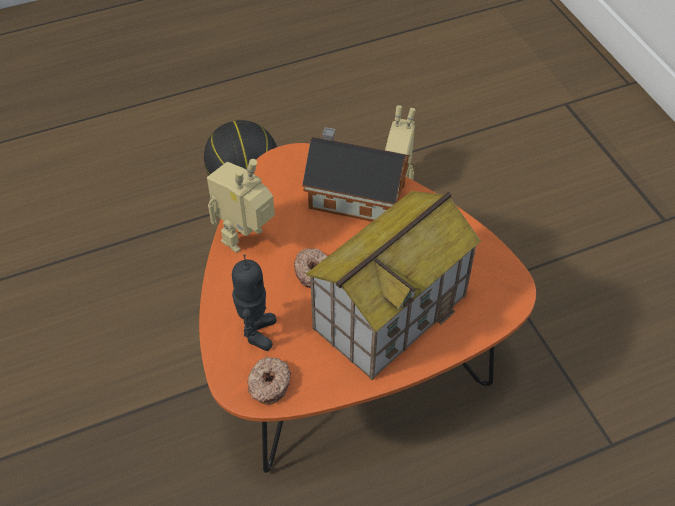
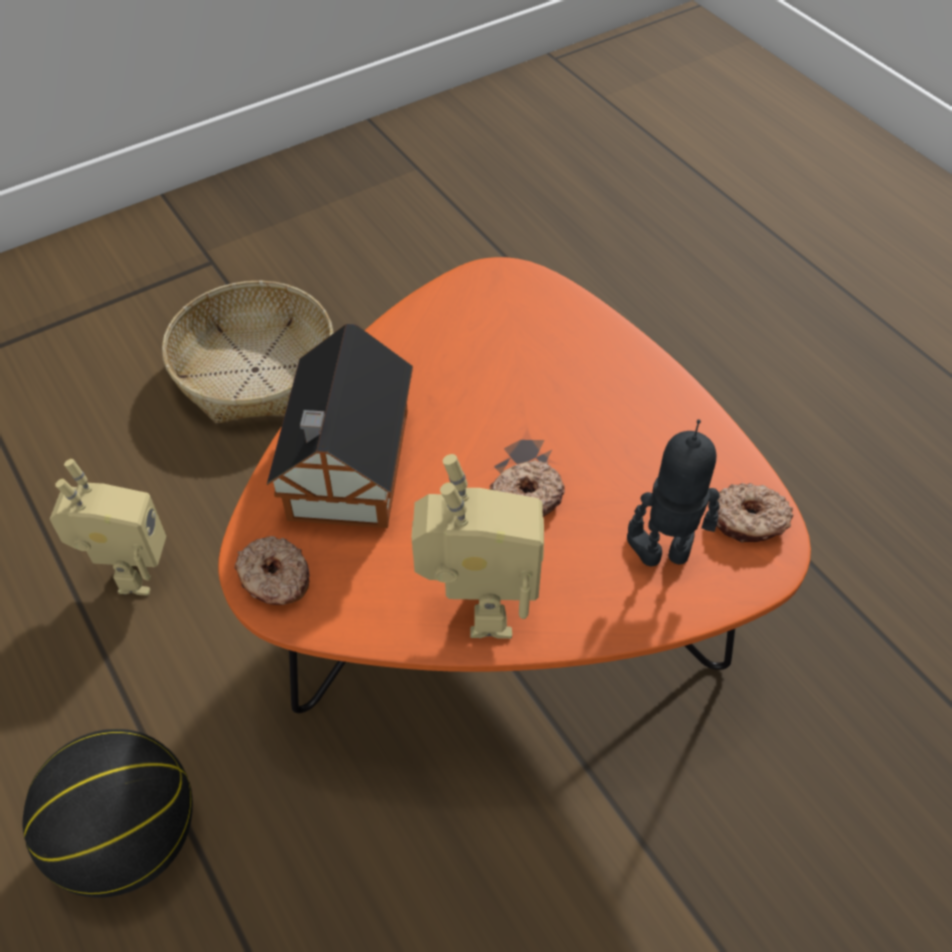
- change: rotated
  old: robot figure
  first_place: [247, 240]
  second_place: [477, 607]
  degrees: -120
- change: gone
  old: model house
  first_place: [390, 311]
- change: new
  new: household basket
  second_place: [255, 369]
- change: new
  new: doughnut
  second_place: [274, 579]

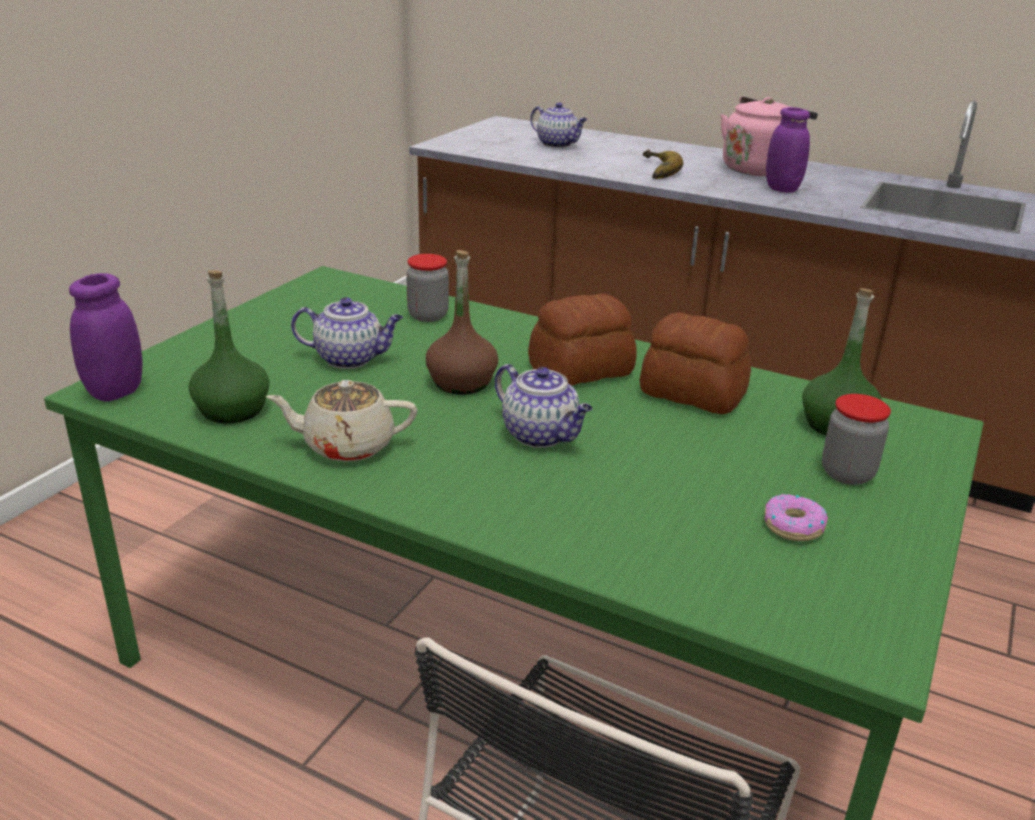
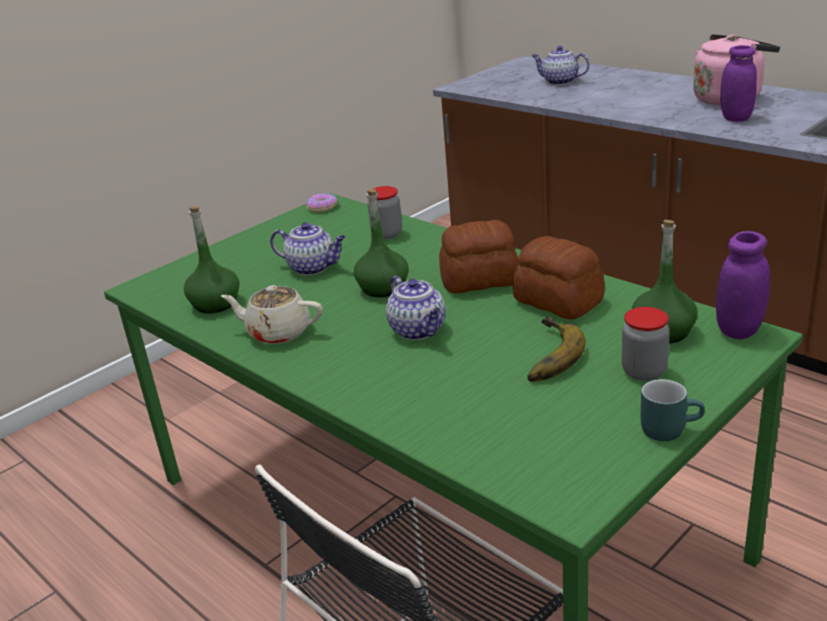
- change: shifted
  old: purple storage jar
  first_place: [116, 391]
  second_place: [739, 330]
- change: repainted
  old: brown beverage bottle
  new: green-coloured beverage bottle
  first_place: [462, 382]
  second_place: [383, 288]
- change: rotated
  old: teapot
  first_place: [558, 144]
  second_place: [559, 82]
  degrees: 150
- change: shifted
  old: banana fruit
  first_place: [654, 170]
  second_place: [544, 356]
- change: shifted
  old: doughnut
  first_place: [793, 526]
  second_place: [322, 207]
- change: new
  new: turquoise-coloured coffee mug
  second_place: [668, 428]

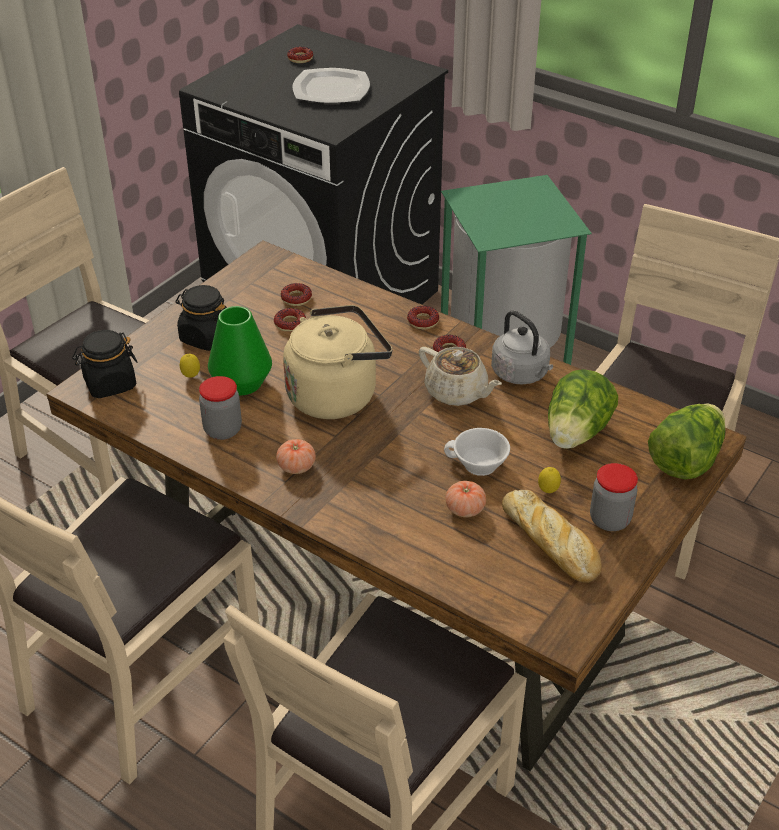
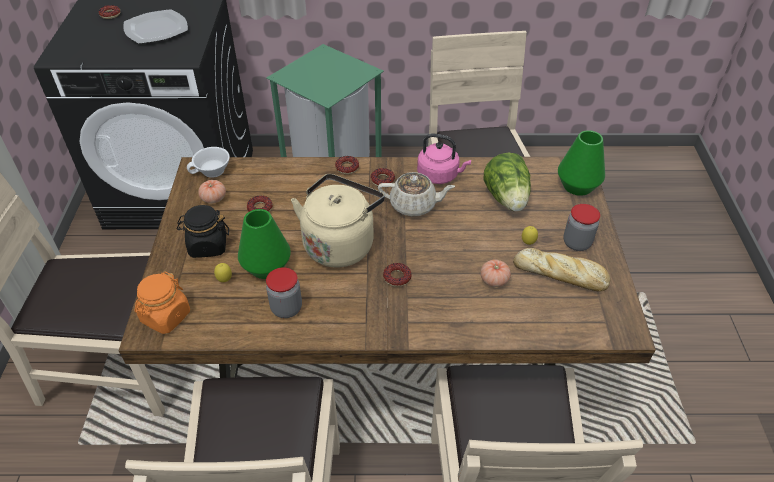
- change: repainted
  old: black storage jar
  new: orange storage jar
  first_place: [110, 384]
  second_place: [165, 316]
- change: shifted
  old: whole tomato
  first_place: [296, 466]
  second_place: [213, 198]
- change: shifted
  old: doughnut
  first_place: [296, 298]
  second_place: [397, 277]
- change: shifted
  old: white small cup
  first_place: [478, 465]
  second_place: [212, 171]
- change: repainted
  old: greyish kettle
  new: pinkish kettle
  first_place: [521, 374]
  second_place: [440, 175]
- change: swapped
  old: head of lettuce
  new: green-coloured decorative vase
  first_place: [685, 460]
  second_place: [577, 186]

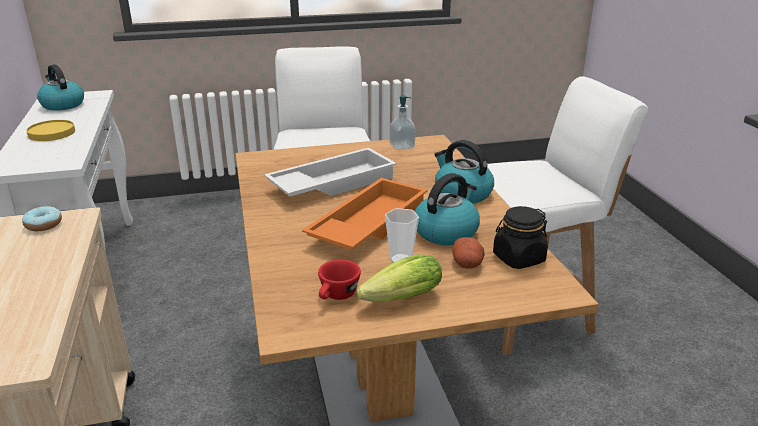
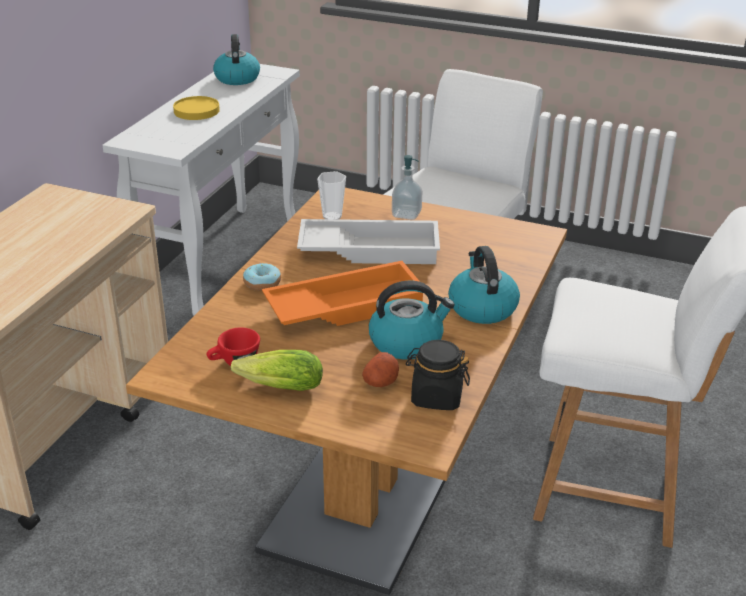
- change: shifted
  old: doughnut
  first_place: [44, 225]
  second_place: [262, 283]
- change: shifted
  old: small cup
  first_place: [401, 260]
  second_place: [332, 216]
- change: shifted
  old: soap dispenser
  first_place: [402, 146]
  second_place: [406, 214]

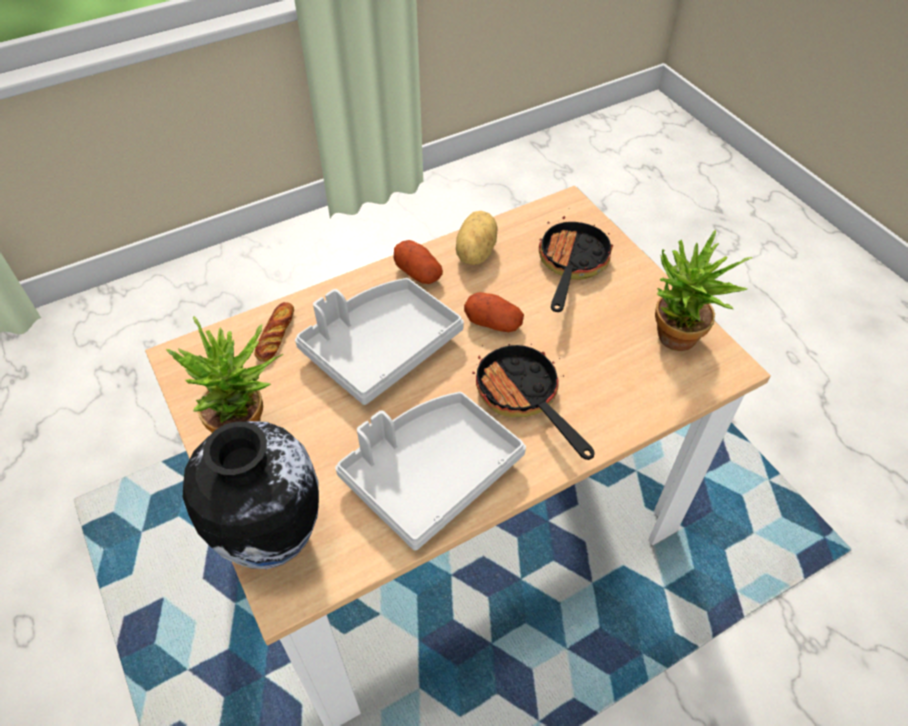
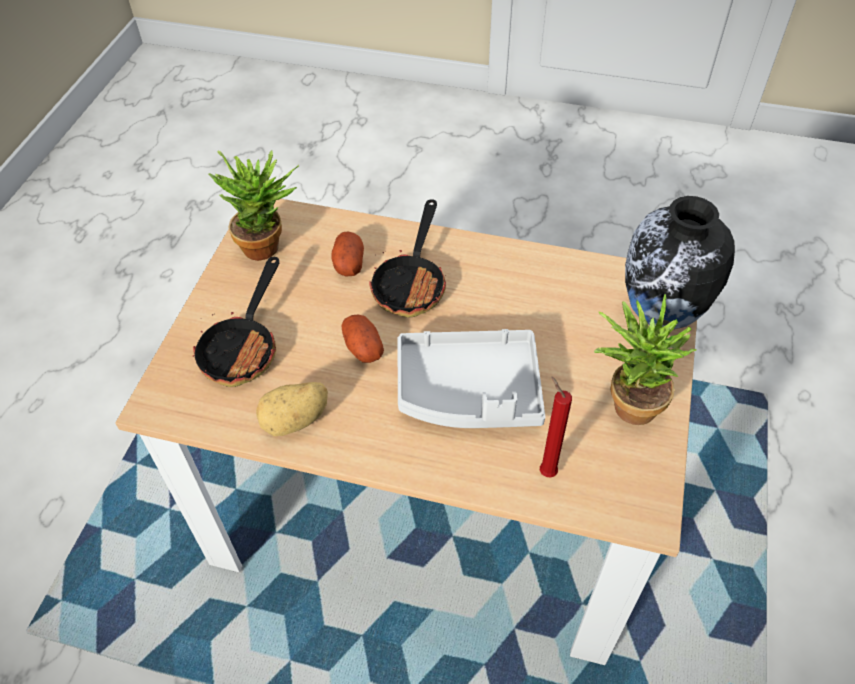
- change: swapped
  old: bread
  new: red wax candle
  first_place: [275, 335]
  second_place: [545, 471]
- change: gone
  old: greyish carrying tray
  first_place: [430, 473]
- change: shifted
  old: whole potato
  first_place: [418, 273]
  second_place: [348, 263]
- change: rotated
  old: pan
  first_place: [570, 266]
  second_place: [244, 347]
  degrees: -45

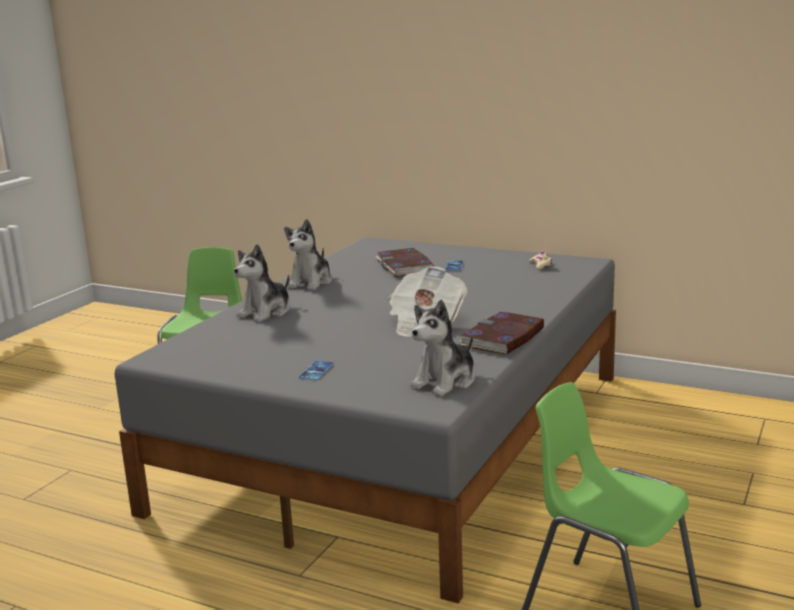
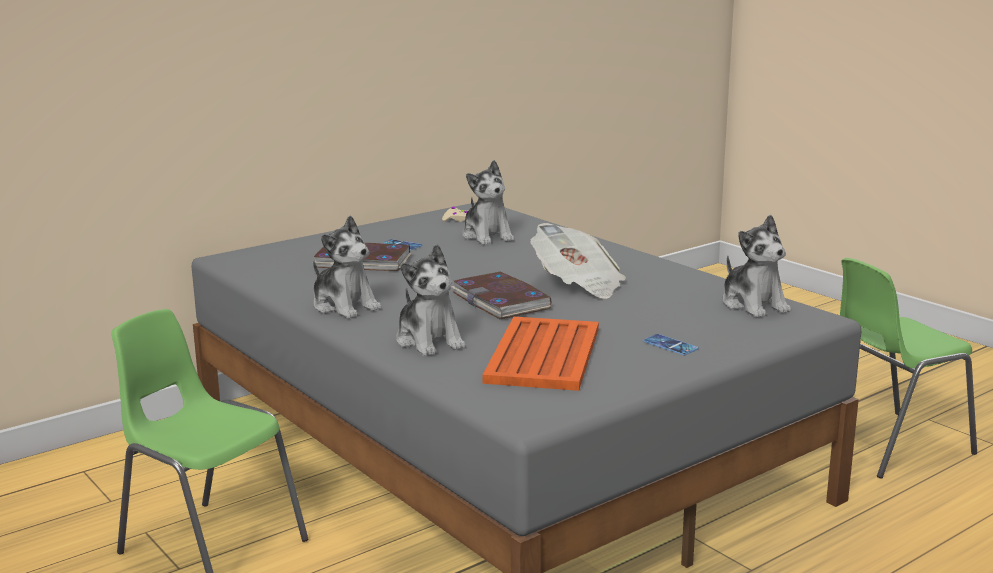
- change: shifted
  old: book
  first_place: [503, 338]
  second_place: [501, 301]
- change: new
  new: cuddly toy
  second_place: [487, 236]
- change: new
  new: orange carrying tray
  second_place: [543, 355]

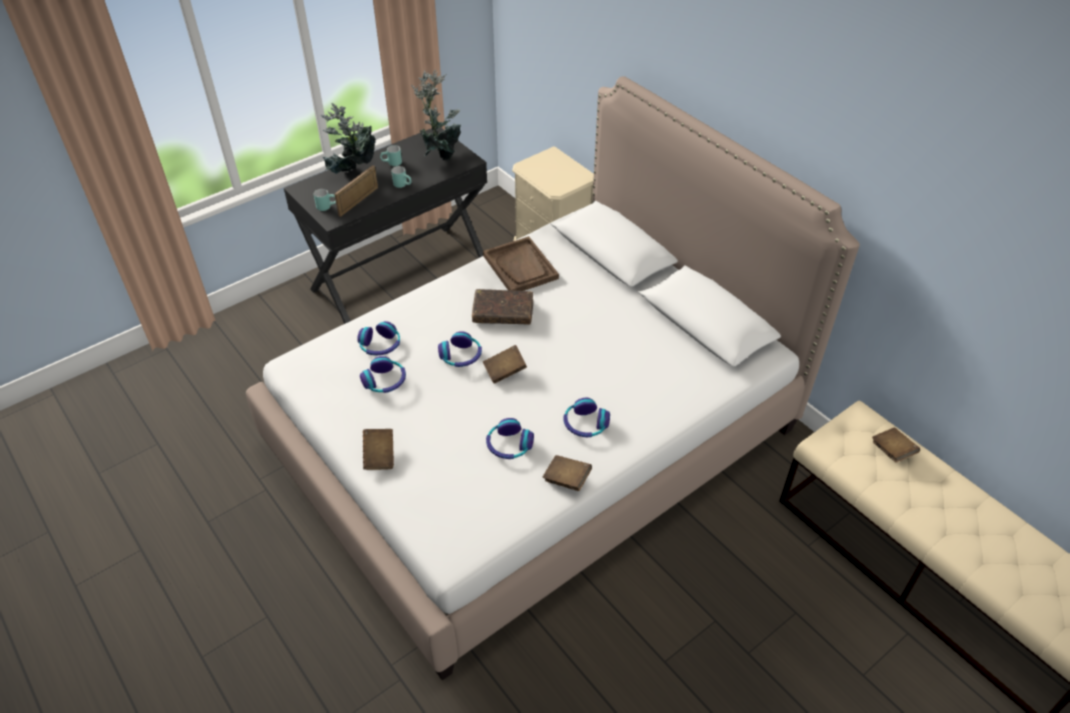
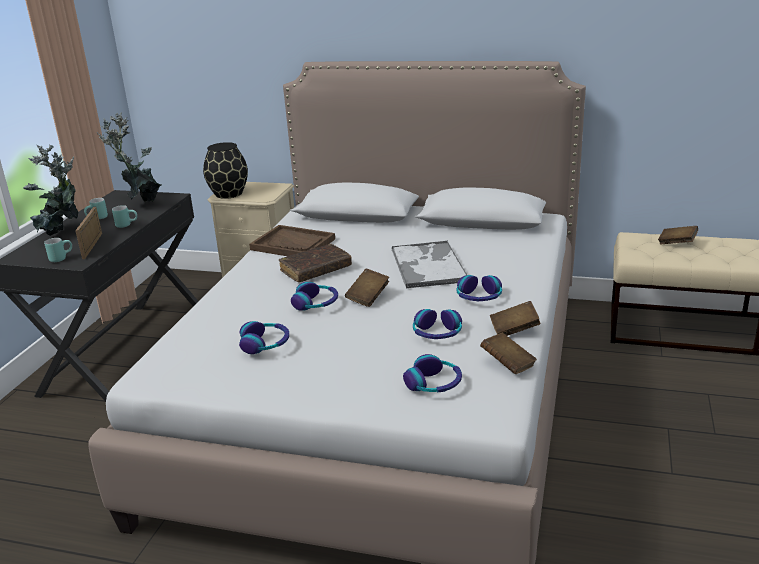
- change: shifted
  old: pair of headphones
  first_place: [380, 345]
  second_place: [434, 384]
- change: shifted
  old: brown book
  first_place: [379, 456]
  second_place: [508, 364]
- change: new
  new: black decorative vase
  second_place: [228, 194]
- change: new
  new: carrying tray
  second_place: [428, 265]

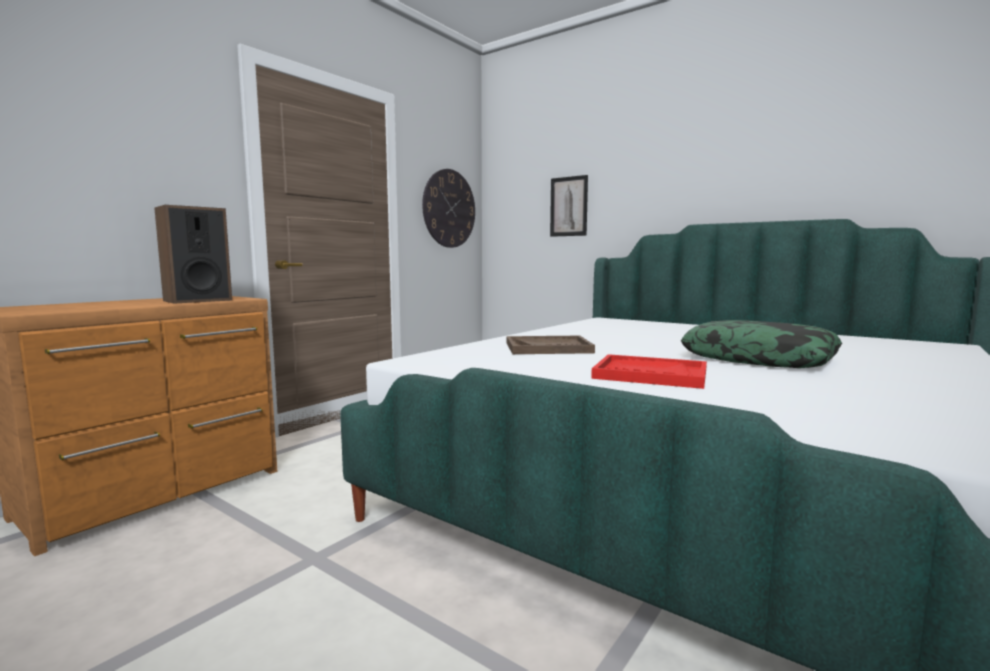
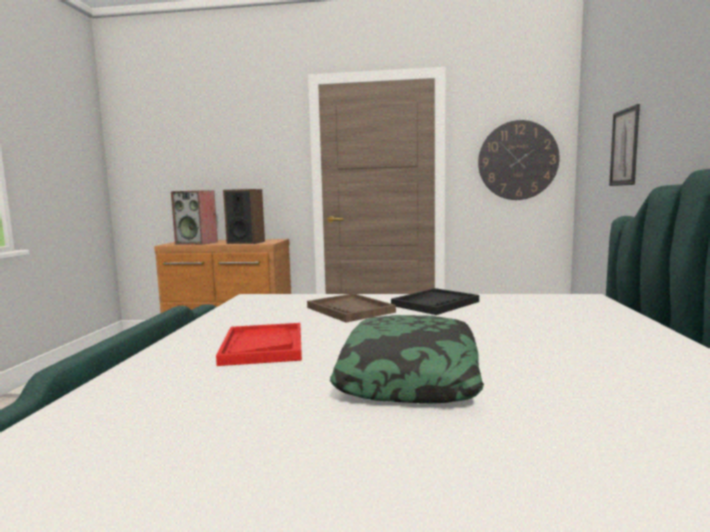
- change: new
  new: audio speaker
  second_place: [197, 243]
- change: new
  new: black carrying tray
  second_place: [435, 304]

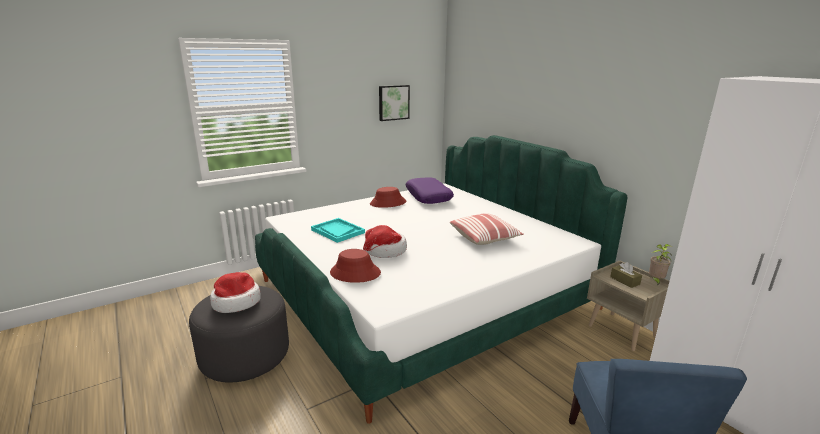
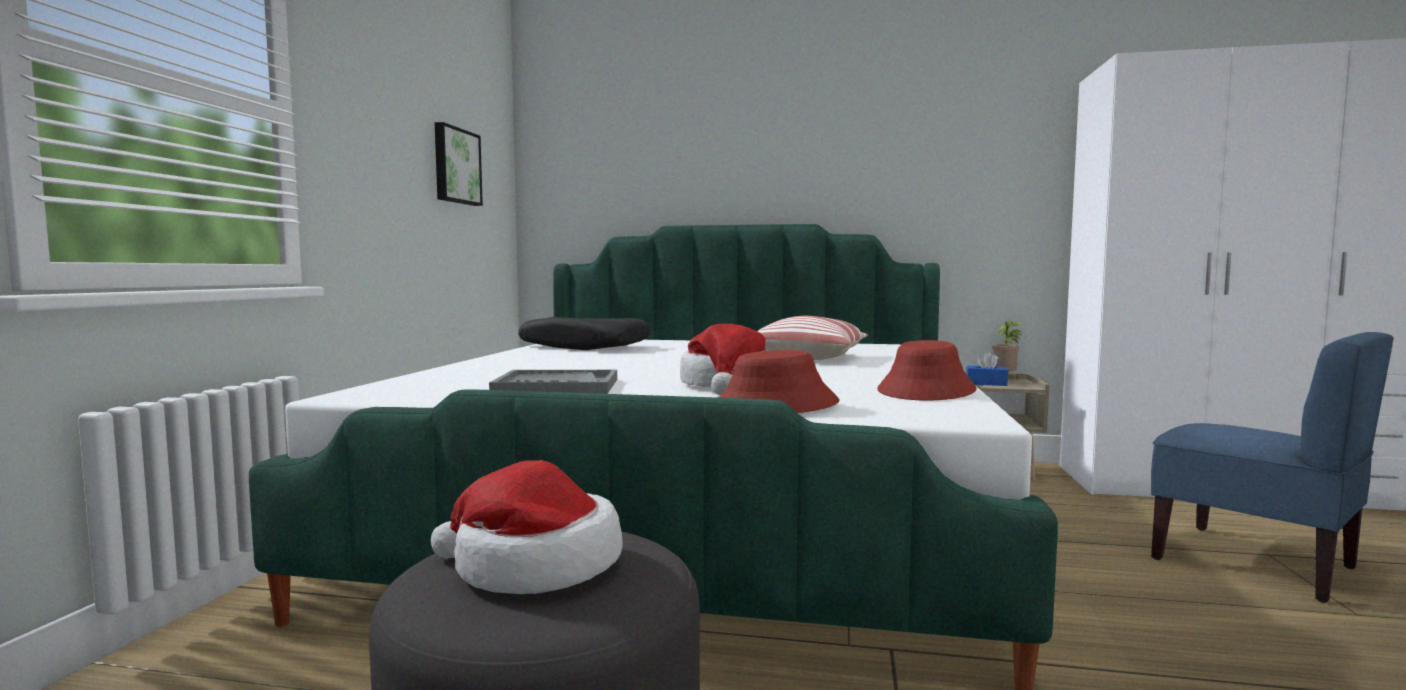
- change: repainted
  old: turquoise-coloured carrying tray
  new: greyish carrying tray
  first_place: [337, 231]
  second_place: [556, 386]
- change: shifted
  old: red hat
  first_place: [388, 203]
  second_place: [926, 391]
- change: repainted
  old: purple cushion
  new: black cushion
  first_place: [428, 197]
  second_place: [585, 346]
- change: repainted
  old: brown box of tissues
  new: blue box of tissues
  first_place: [624, 281]
  second_place: [986, 383]

